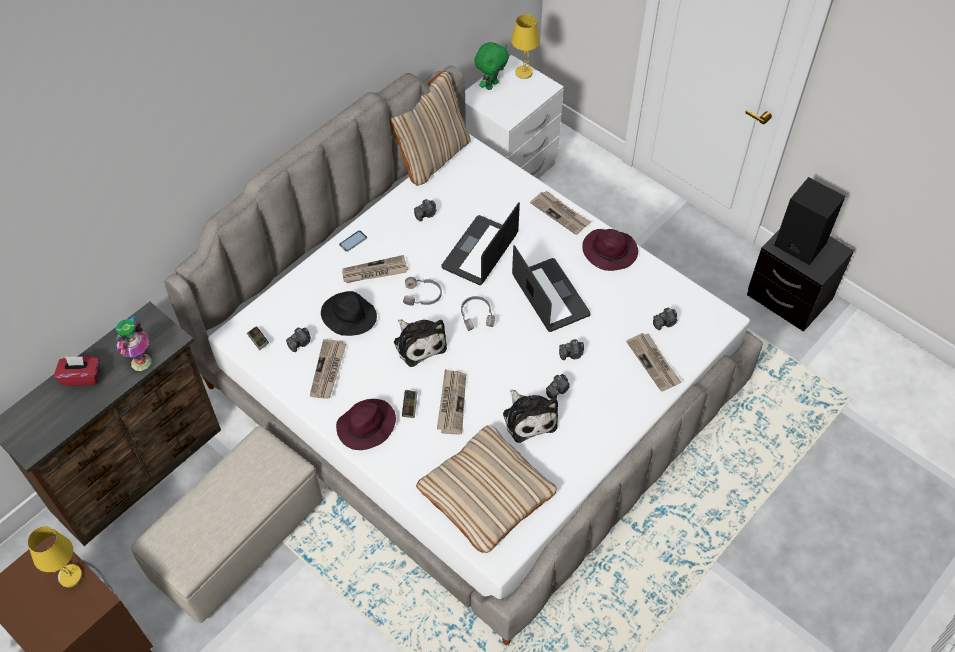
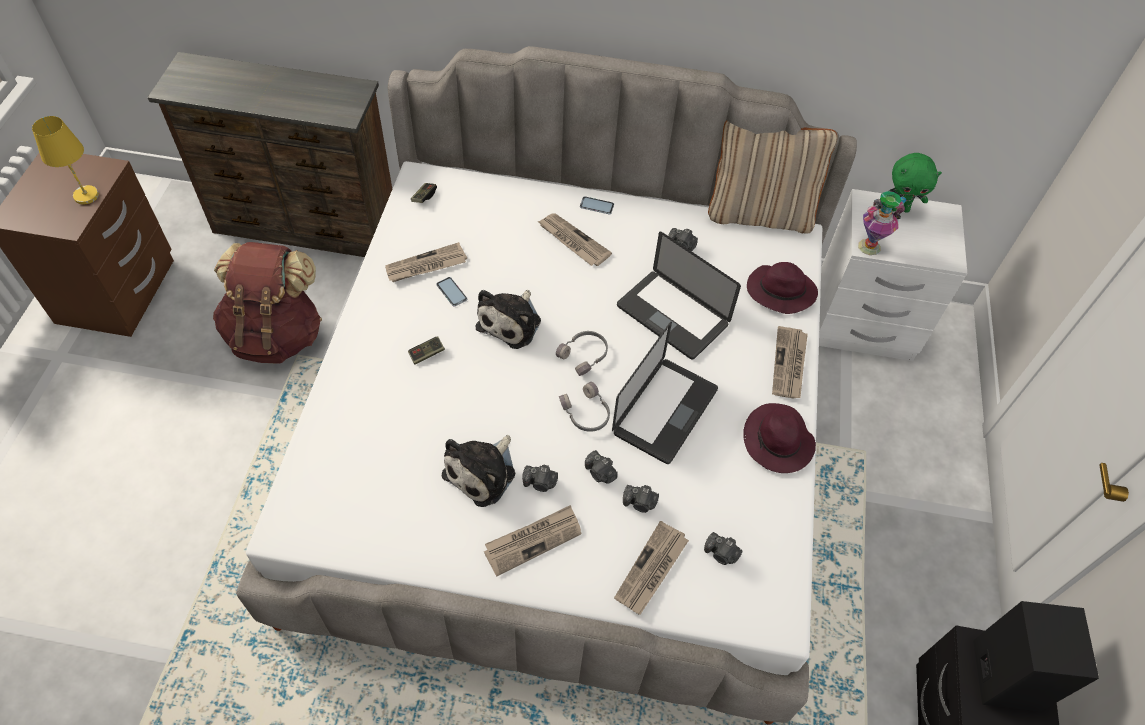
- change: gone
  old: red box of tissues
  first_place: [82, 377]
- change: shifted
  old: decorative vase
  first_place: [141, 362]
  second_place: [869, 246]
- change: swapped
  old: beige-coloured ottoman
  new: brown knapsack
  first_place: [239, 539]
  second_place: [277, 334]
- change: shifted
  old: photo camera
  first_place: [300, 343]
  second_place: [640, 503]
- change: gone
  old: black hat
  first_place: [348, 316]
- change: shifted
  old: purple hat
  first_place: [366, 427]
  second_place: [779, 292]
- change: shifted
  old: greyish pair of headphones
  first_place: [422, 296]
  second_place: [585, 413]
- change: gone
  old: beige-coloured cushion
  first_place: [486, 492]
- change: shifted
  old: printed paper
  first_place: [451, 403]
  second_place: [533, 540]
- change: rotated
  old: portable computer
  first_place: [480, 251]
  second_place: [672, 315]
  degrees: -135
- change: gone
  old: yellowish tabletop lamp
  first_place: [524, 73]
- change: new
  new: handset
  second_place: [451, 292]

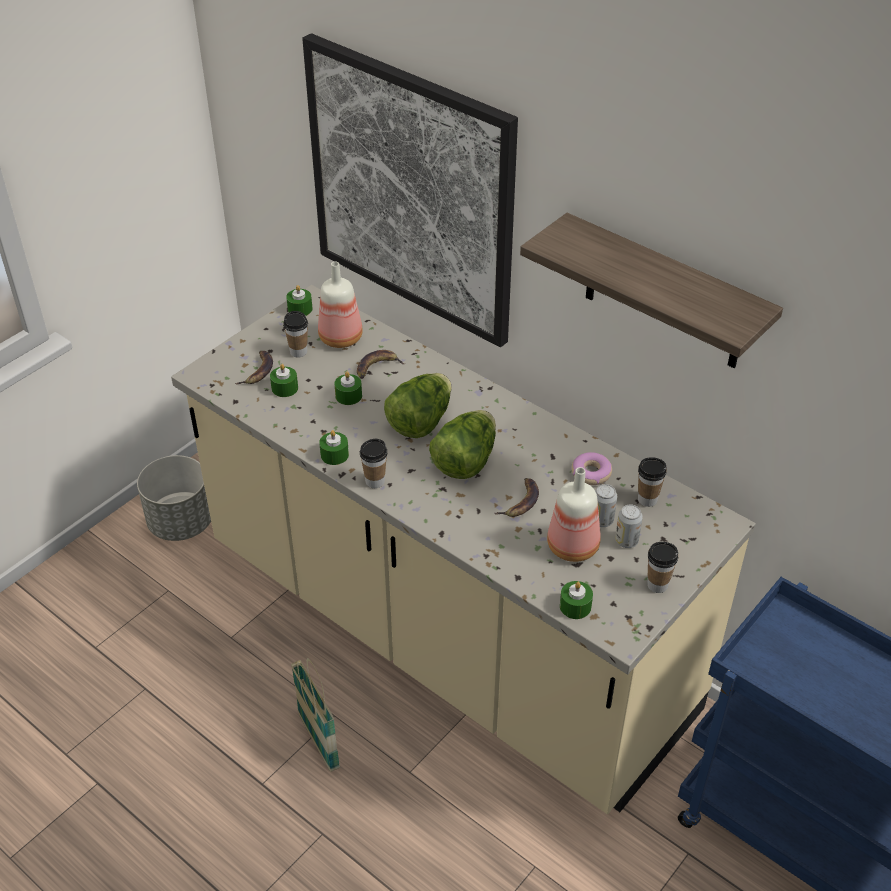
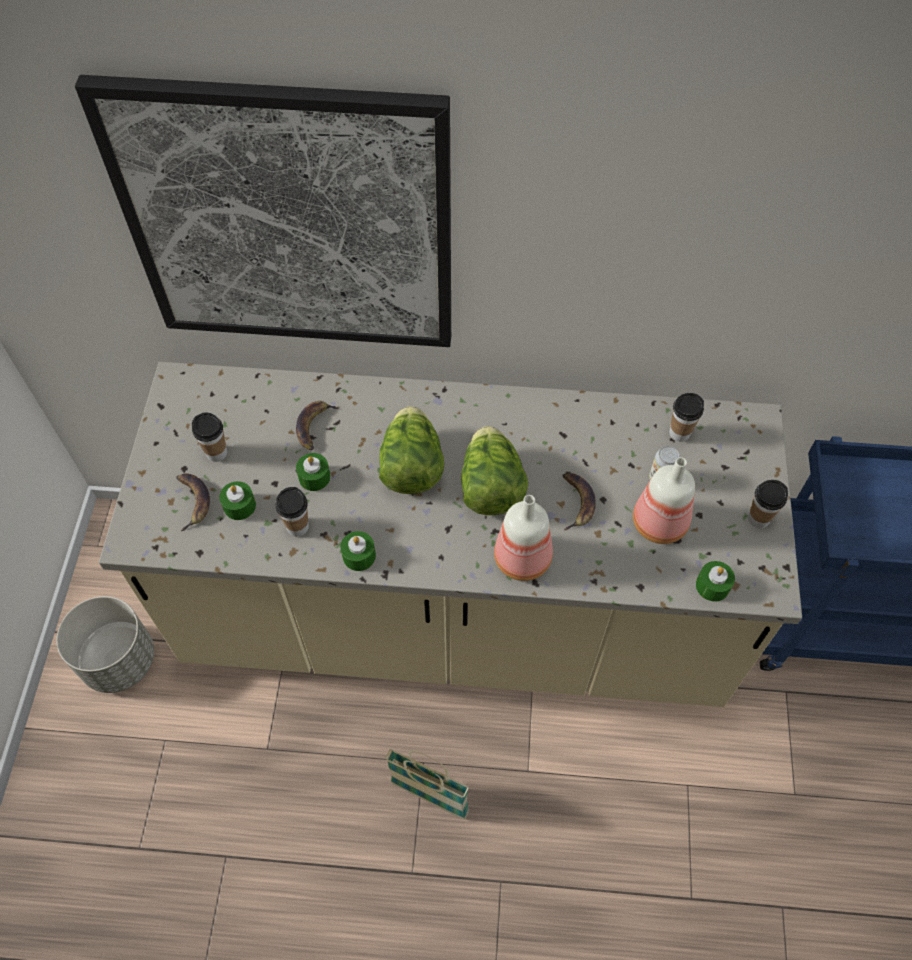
- change: gone
  old: green-coloured wax candle
  first_place: [300, 309]
- change: shifted
  old: beverage bottle
  first_place: [342, 338]
  second_place: [524, 558]
- change: shifted
  old: small cup
  first_place: [375, 481]
  second_place: [297, 527]
- change: gone
  old: wall shelf
  first_place: [664, 294]
- change: gone
  old: doughnut
  first_place: [591, 473]
- change: gone
  old: metal can
  first_place: [626, 541]

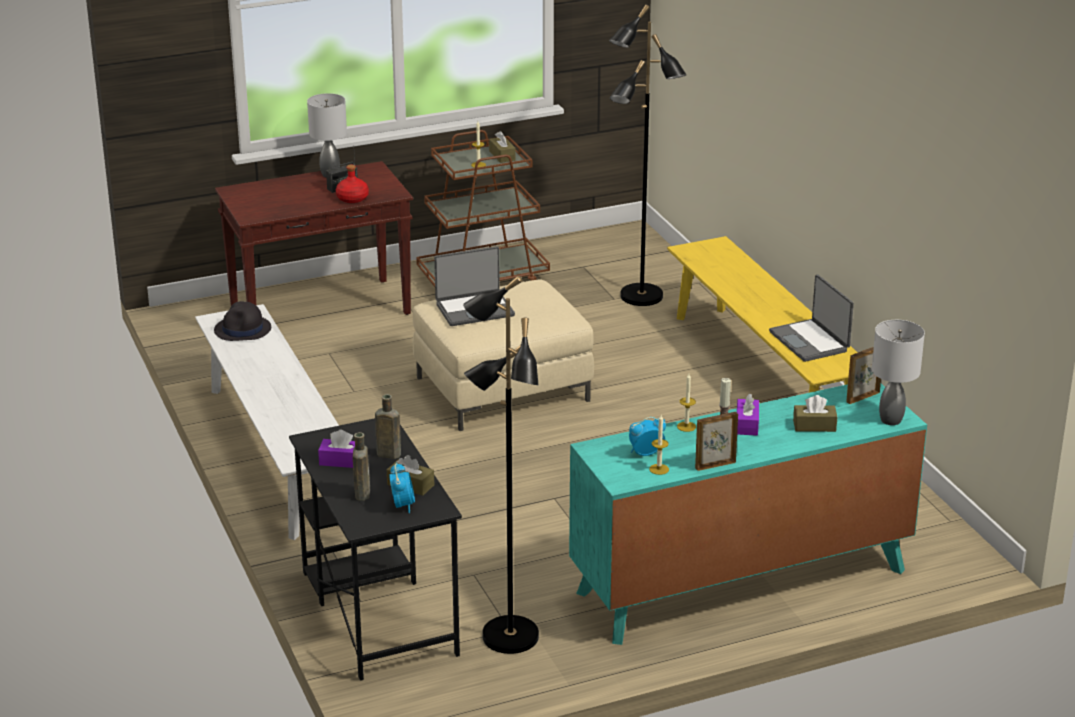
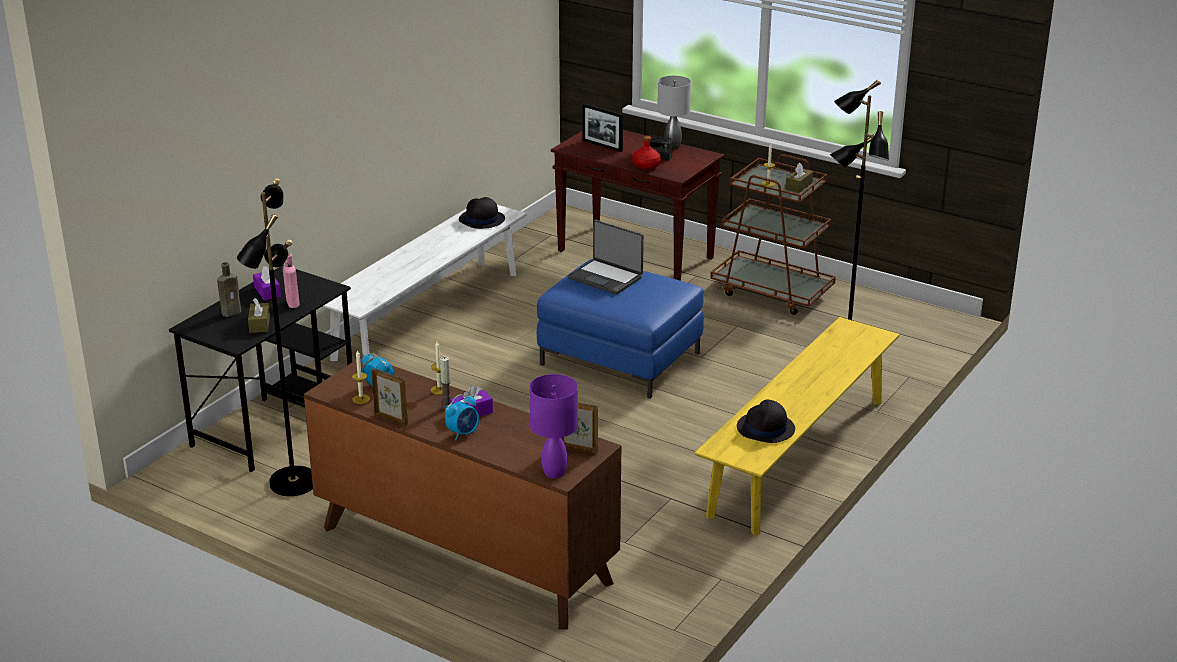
- change: repainted
  old: brown beverage bottle
  new: pinkish beverage bottle
  first_place: [387, 454]
  second_place: [292, 302]
- change: shifted
  old: table clock
  first_place: [402, 505]
  second_place: [463, 433]
- change: repainted
  old: beige-coloured ottoman
  new: blue ottoman
  first_place: [502, 389]
  second_place: [620, 358]
- change: repainted
  old: turquoise-coloured chest of drawers
  new: brown chest of drawers
  first_place: [741, 582]
  second_place: [463, 554]
- change: swapped
  old: portable computer
  new: black hat
  first_place: [810, 341]
  second_place: [765, 429]
- change: gone
  old: brown box of tissues
  first_place: [814, 426]
- change: repainted
  old: greyish tabletop lamp
  new: purple tabletop lamp
  first_place: [890, 420]
  second_place: [553, 472]
- change: new
  new: standing frame
  second_place: [602, 145]

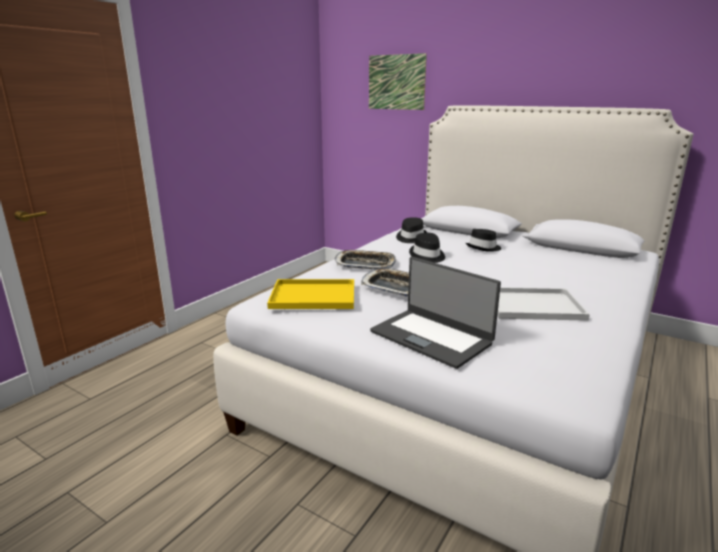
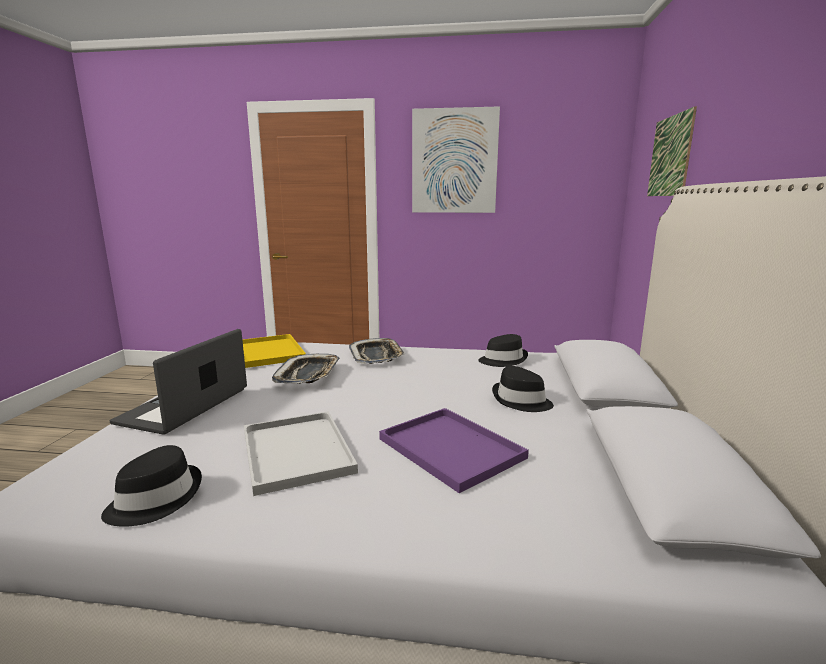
- change: shifted
  old: black hat
  first_place: [427, 256]
  second_place: [155, 499]
- change: new
  new: purple carrying tray
  second_place: [453, 449]
- change: new
  new: wall art
  second_place: [454, 161]

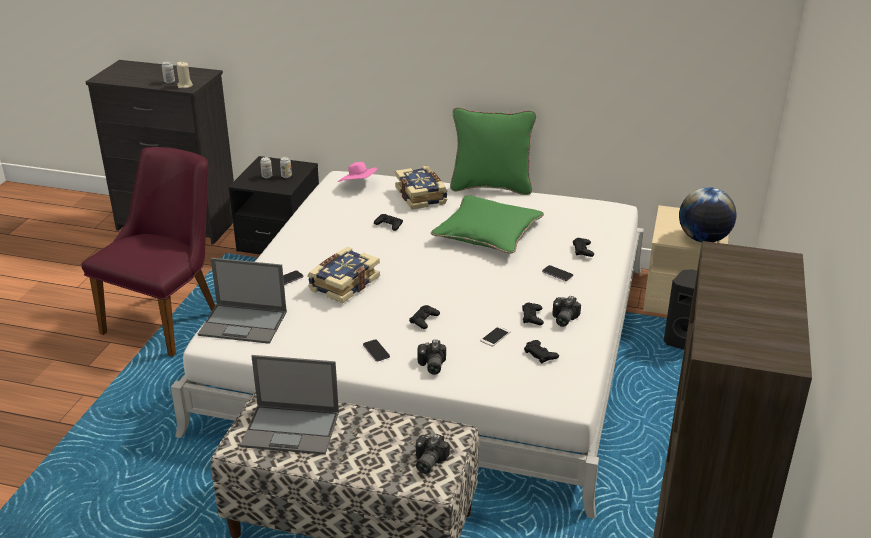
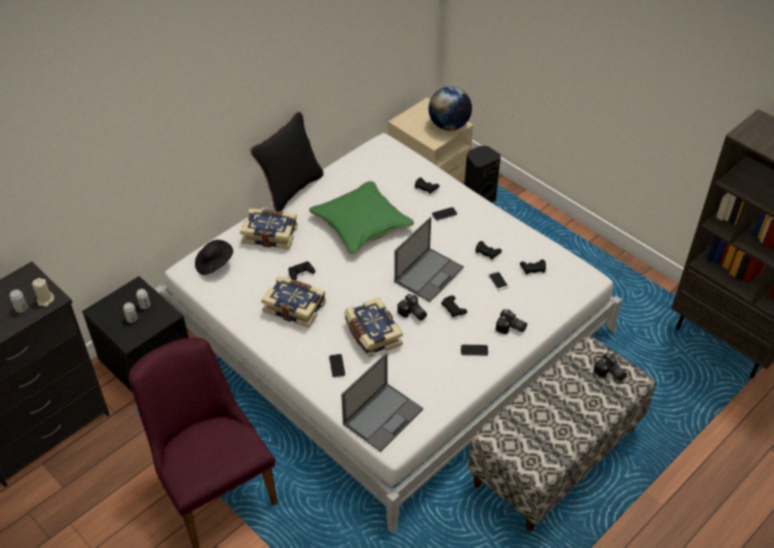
- change: shifted
  old: portable computer
  first_place: [292, 429]
  second_place: [429, 274]
- change: repainted
  old: pinkish hat
  new: black hat
  first_place: [358, 185]
  second_place: [214, 264]
- change: repainted
  old: green-coloured cushion
  new: black cushion
  first_place: [491, 187]
  second_place: [291, 189]
- change: shifted
  old: photo camera
  first_place: [562, 319]
  second_place: [412, 314]
- change: new
  new: book
  second_place: [295, 307]

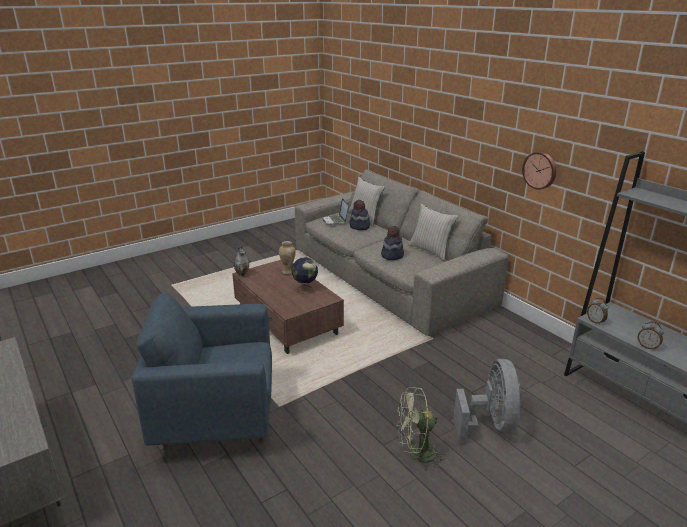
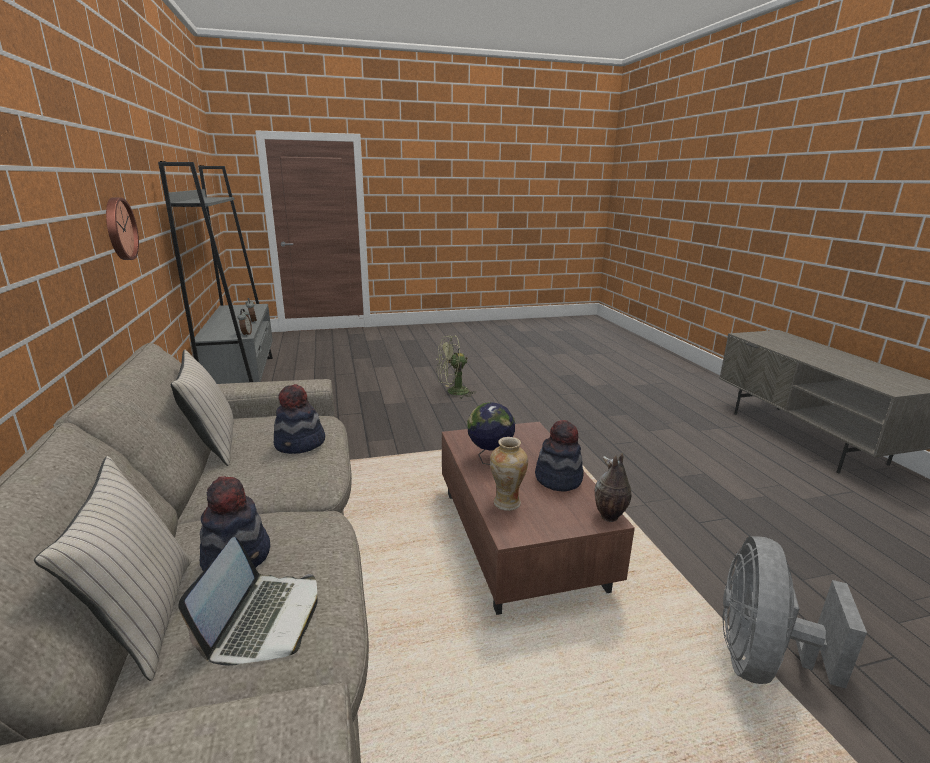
- change: gone
  old: blue easy chair
  first_place: [217, 418]
- change: rotated
  old: green-coloured electric fan
  first_place: [416, 454]
  second_place: [453, 392]
  degrees: 150
- change: shifted
  old: greyish electric fan
  first_place: [490, 424]
  second_place: [761, 659]
- change: new
  new: hat
  second_place: [558, 479]

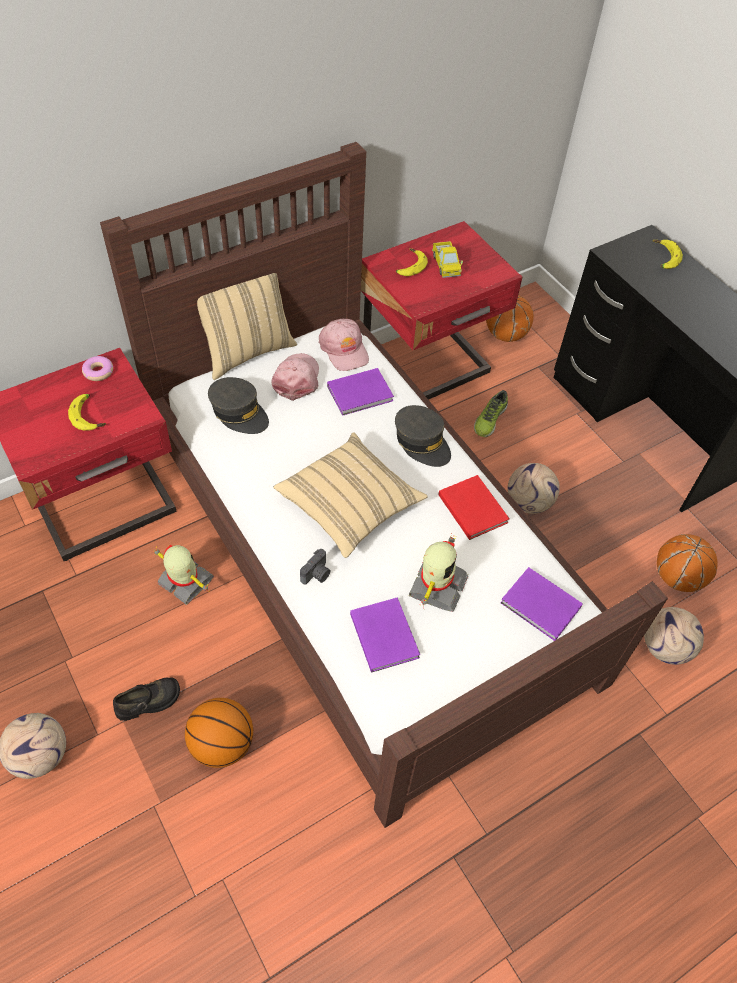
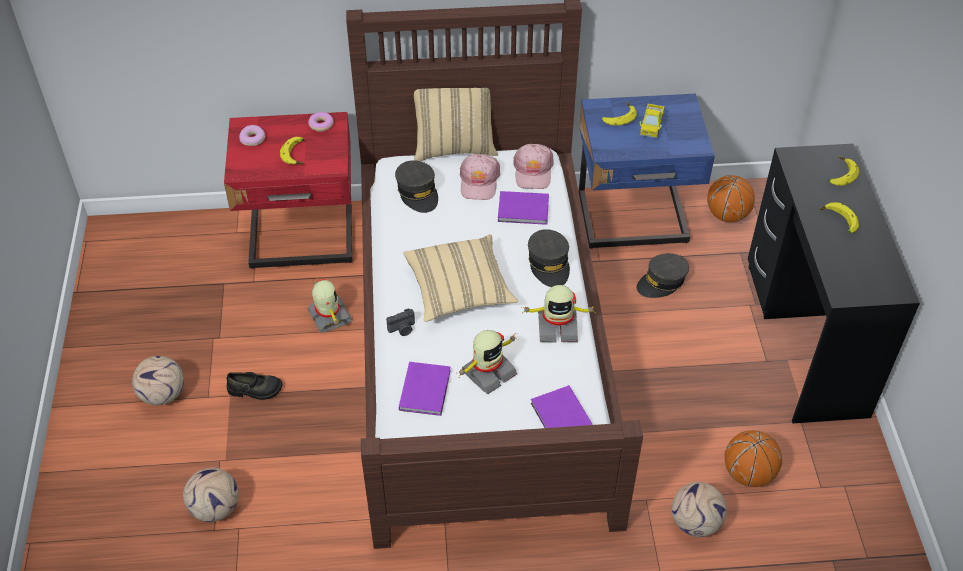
- change: gone
  old: ball for basketball
  first_place: [222, 744]
- change: rotated
  old: pinkish baseball cap
  first_place: [296, 379]
  second_place: [479, 181]
  degrees: 150
- change: repainted
  old: red nightstand
  new: blue nightstand
  first_place: [428, 368]
  second_place: [634, 221]
- change: swapped
  old: red book
  new: robot figure
  first_place: [472, 507]
  second_place: [557, 327]
- change: swapped
  old: shoe
  new: greyish baseball cap
  first_place: [489, 419]
  second_place: [662, 282]
- change: shifted
  old: football ball
  first_place: [529, 502]
  second_place: [216, 508]
- change: new
  new: doughnut
  second_place: [253, 139]
- change: new
  new: banana fruit
  second_place: [838, 222]

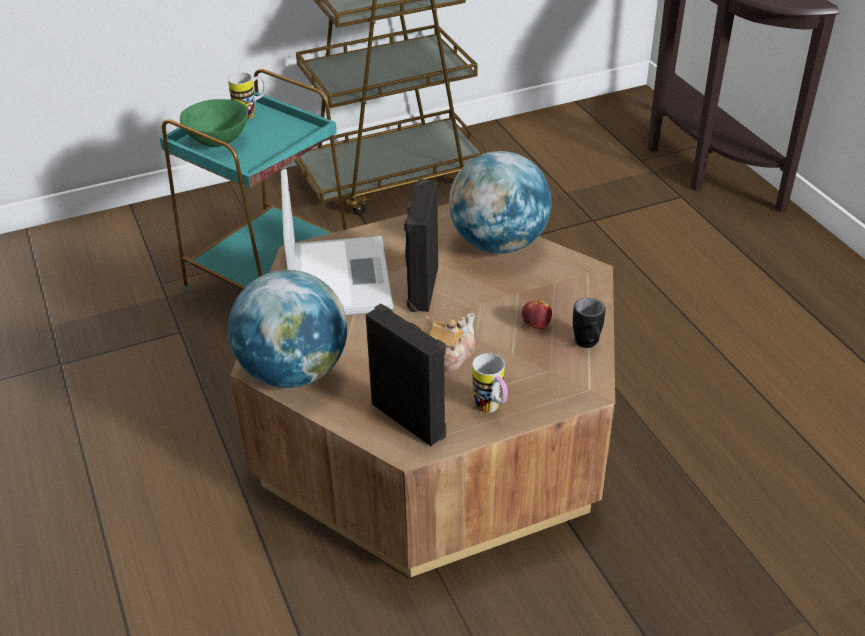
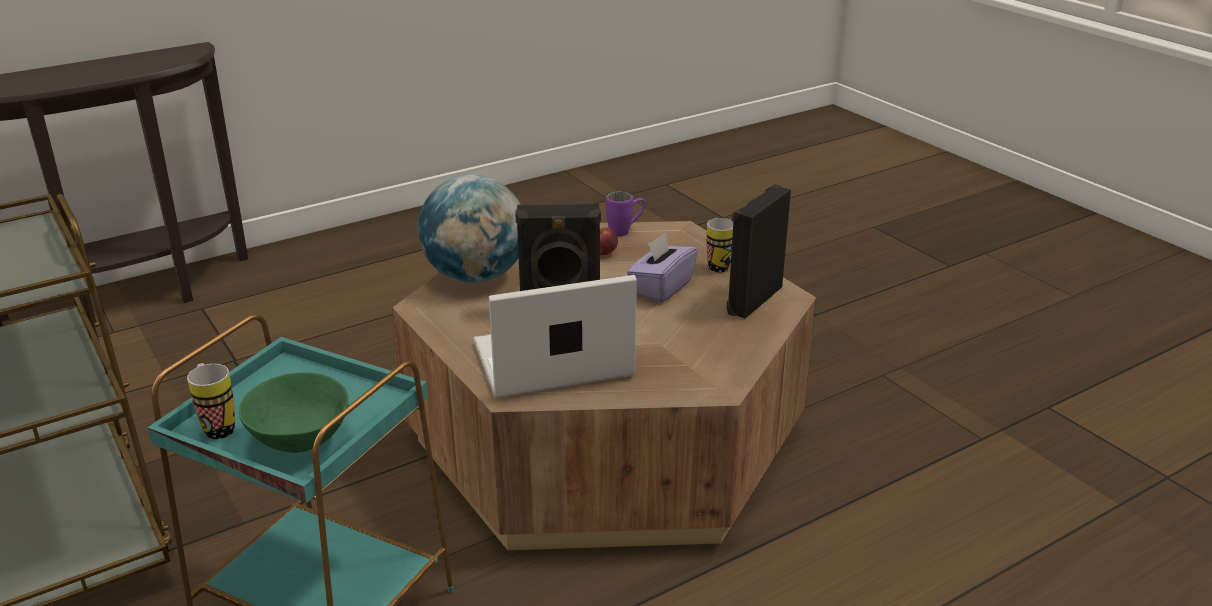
- change: gone
  old: world globe
  first_place: [294, 372]
- change: swapped
  old: teapot
  new: purple box of tissues
  first_place: [451, 356]
  second_place: [661, 288]
- change: repainted
  old: black coffee mug
  new: purple coffee mug
  first_place: [588, 346]
  second_place: [625, 231]

